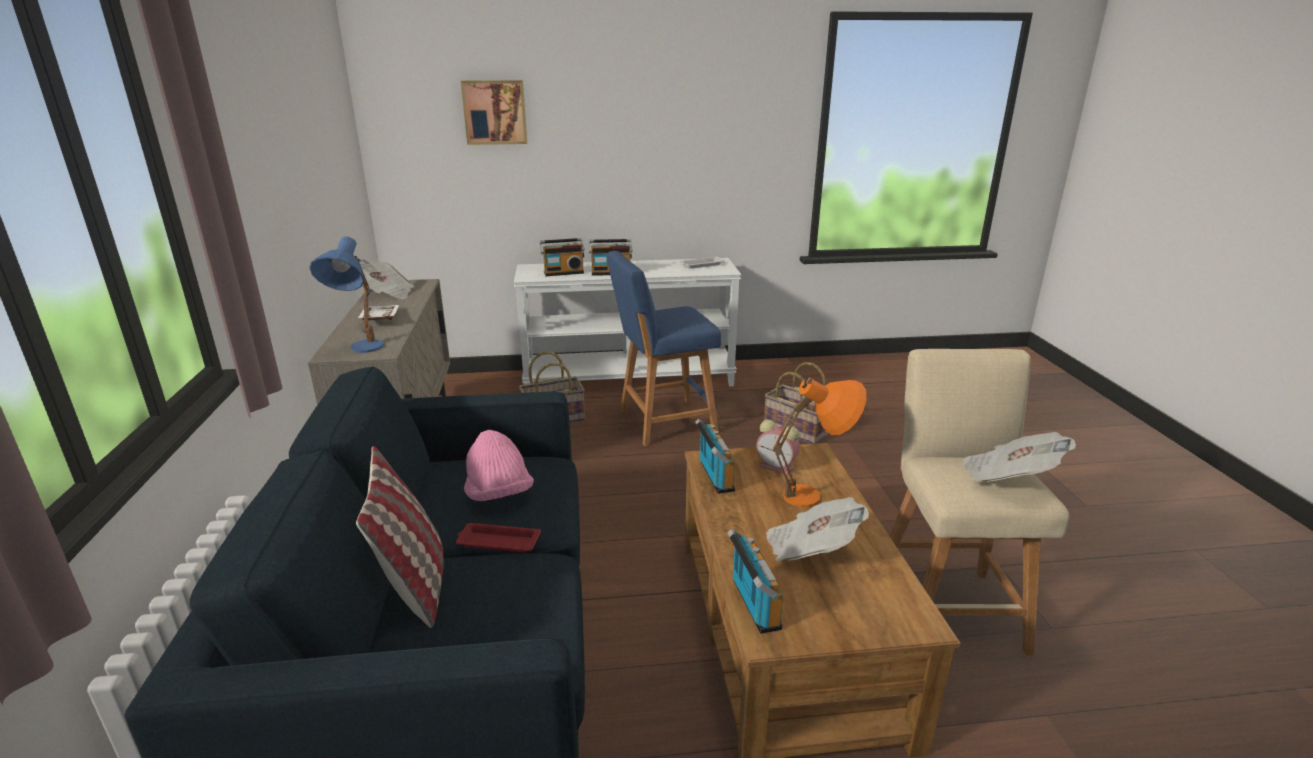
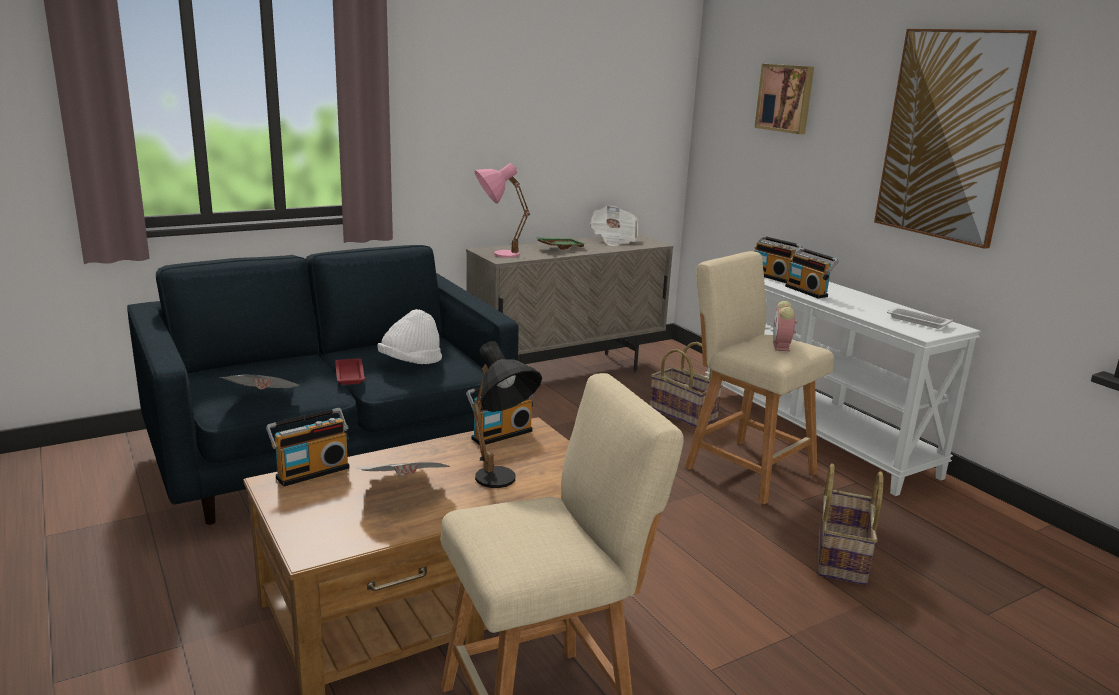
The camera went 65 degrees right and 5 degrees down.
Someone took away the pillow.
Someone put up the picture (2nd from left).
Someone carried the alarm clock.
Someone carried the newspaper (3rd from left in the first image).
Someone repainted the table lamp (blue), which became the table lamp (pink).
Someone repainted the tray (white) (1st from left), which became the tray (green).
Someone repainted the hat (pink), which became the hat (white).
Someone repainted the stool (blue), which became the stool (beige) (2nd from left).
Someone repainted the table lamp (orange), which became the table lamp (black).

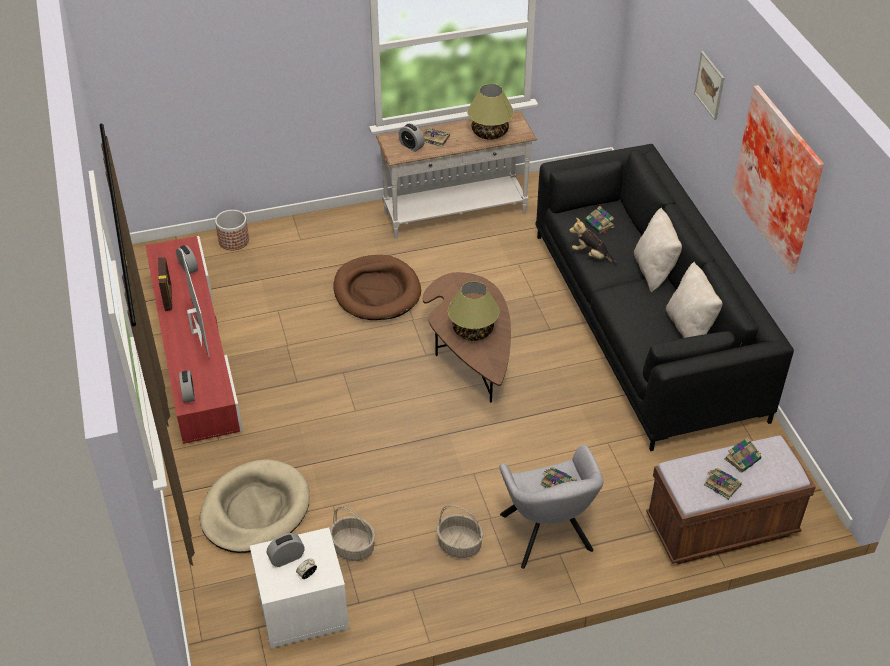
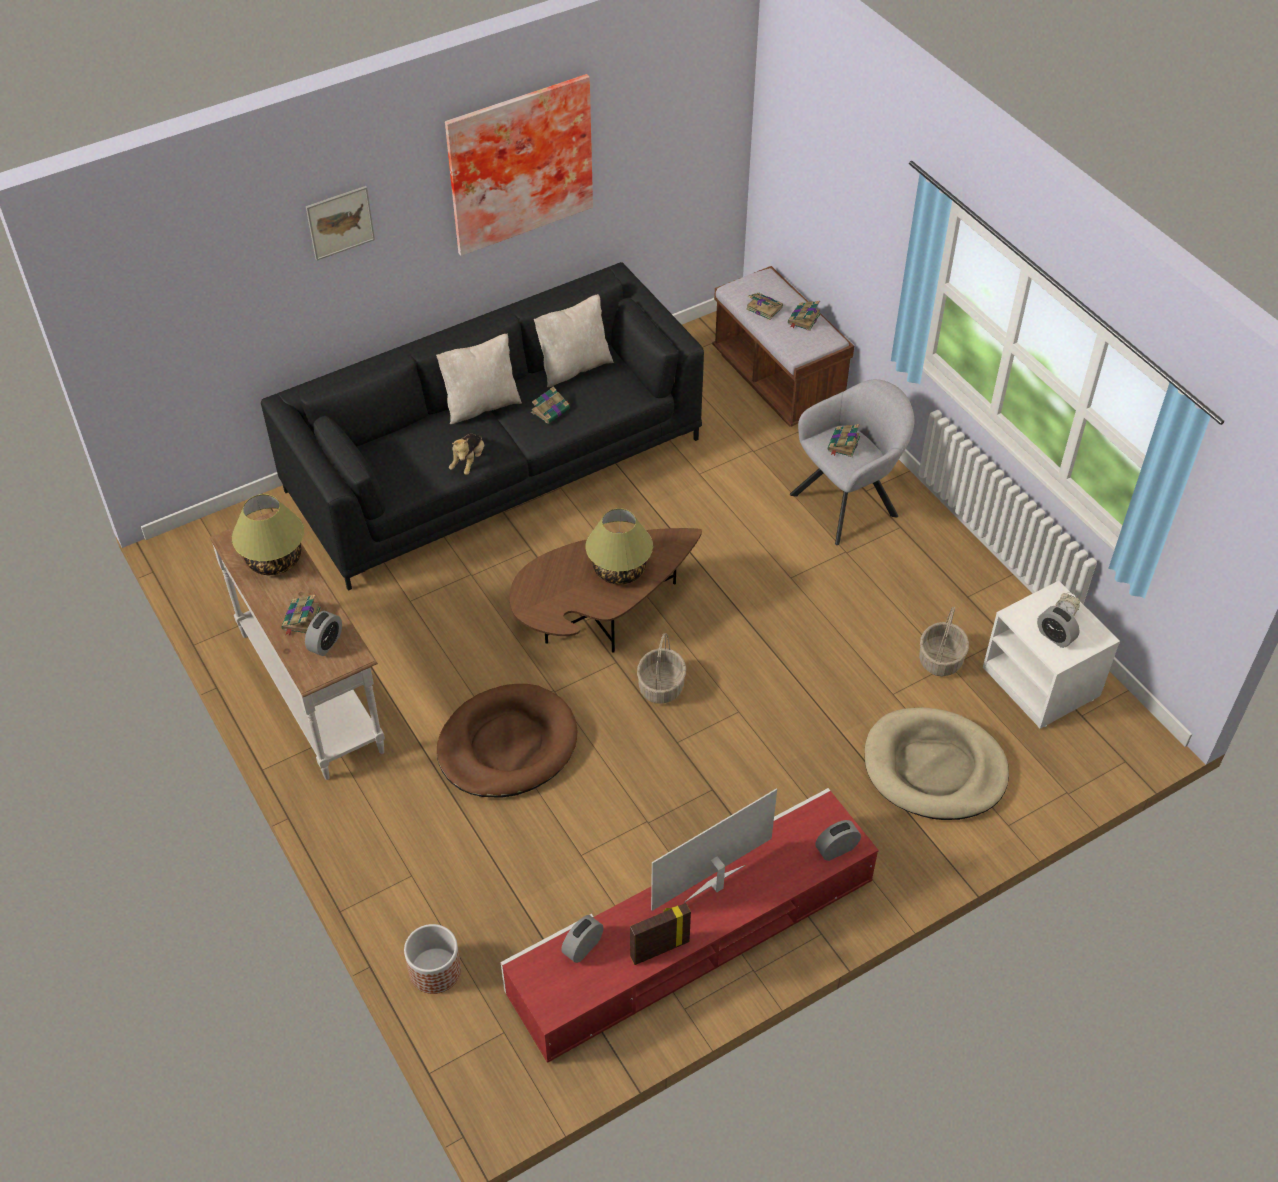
The camera went 105 degrees left and 5 degrees up.
Someone carried the basket (2nd from left in the first image).
Someone carried the book (3rd from left in the first image).

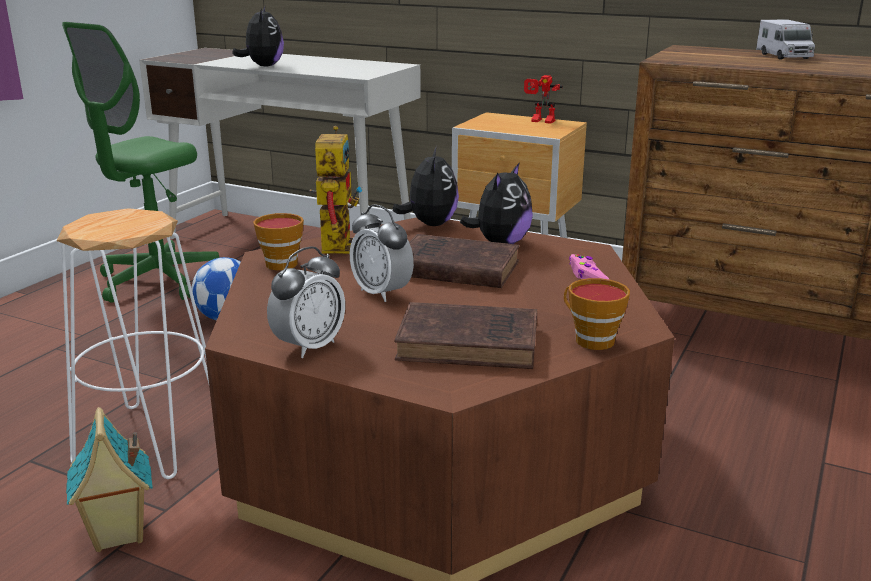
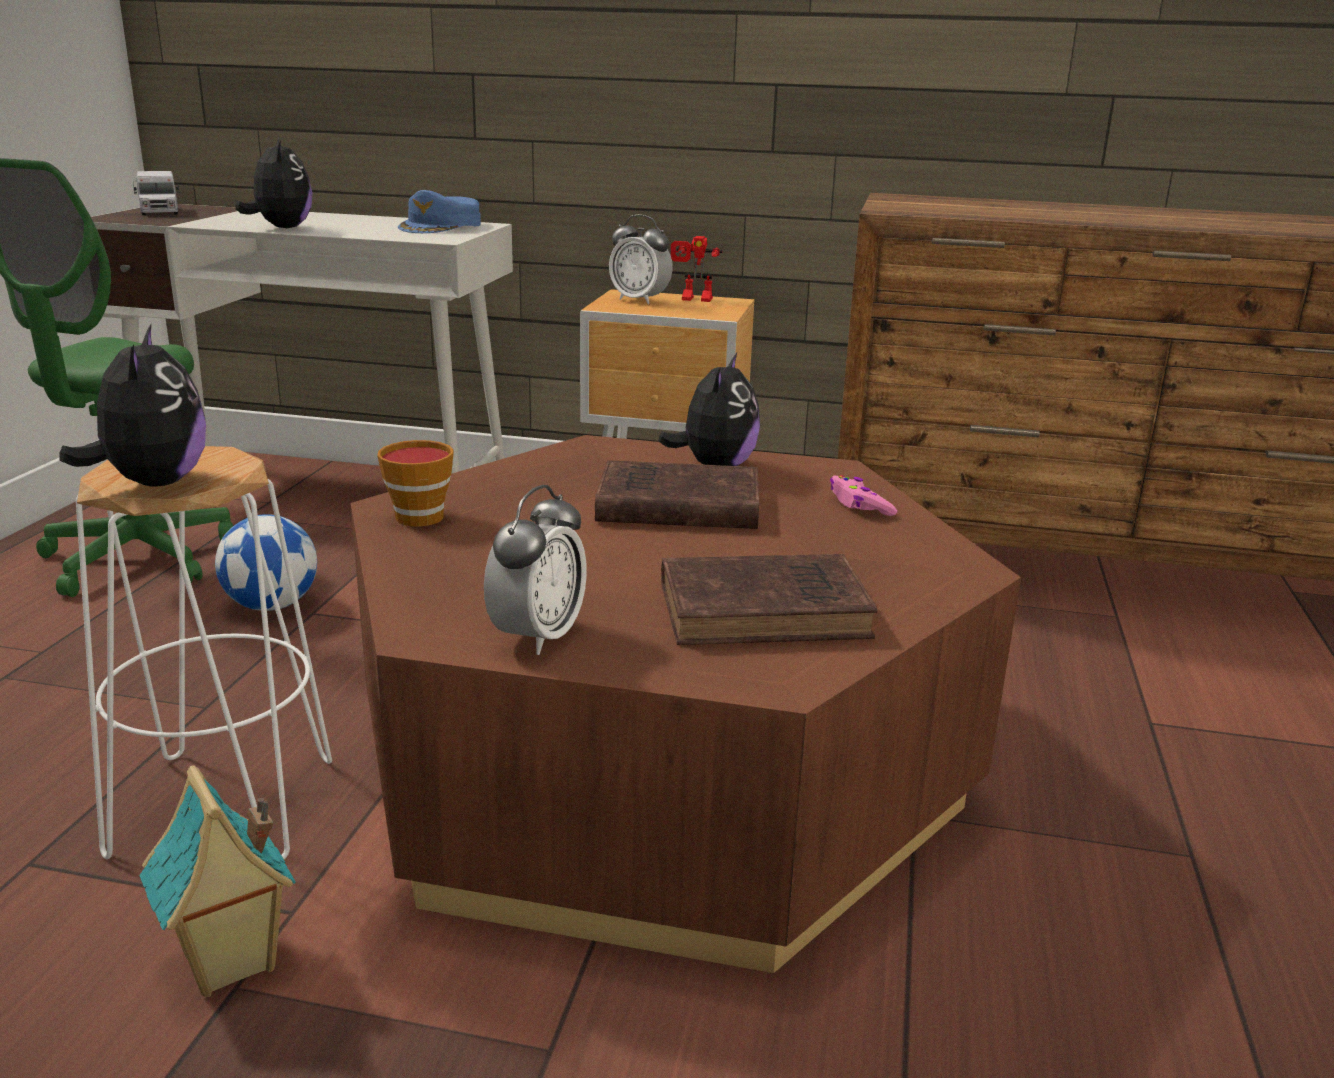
The camera went 15 degrees left and 0 degrees up.
Someone took away the toy robot (1st from left).
Someone took away the cup (2nd from left).
Someone put down the cap (blue).
Someone carried the alarm clock (2nd from left).
Someone carried the plush toy (2nd from left in the first image).
Someone carried the toy truck.

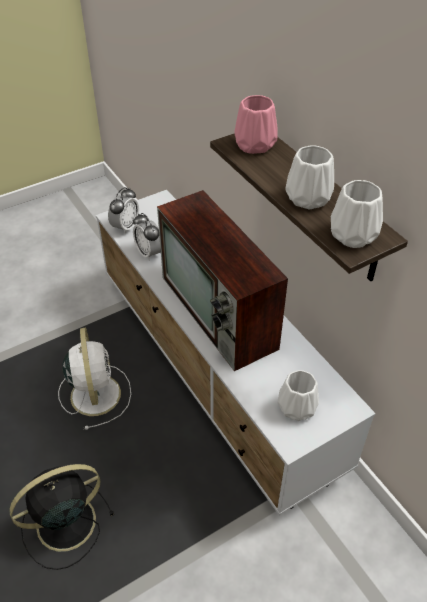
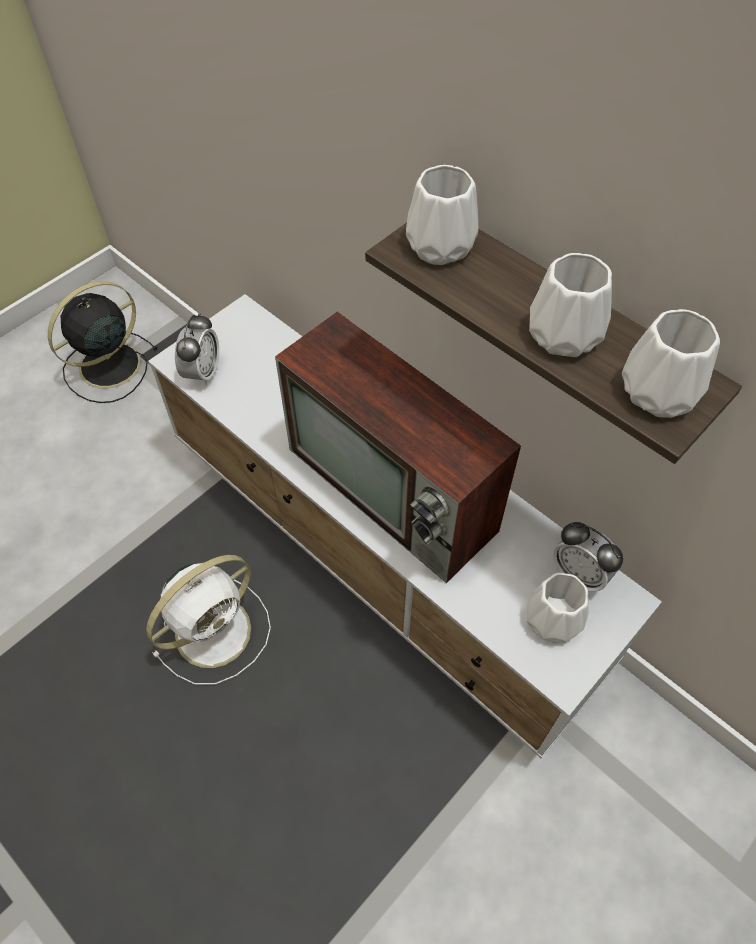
The camera went 15 degrees left and 10 degrees up.
Someone carried the fan (black).
Someone carried the alarm clock (2nd from left).
Someone repainted the vase (pink), which became the vase (white) (1st from left).
Someone rotated the fan (white) by 75 degrees clockwise.

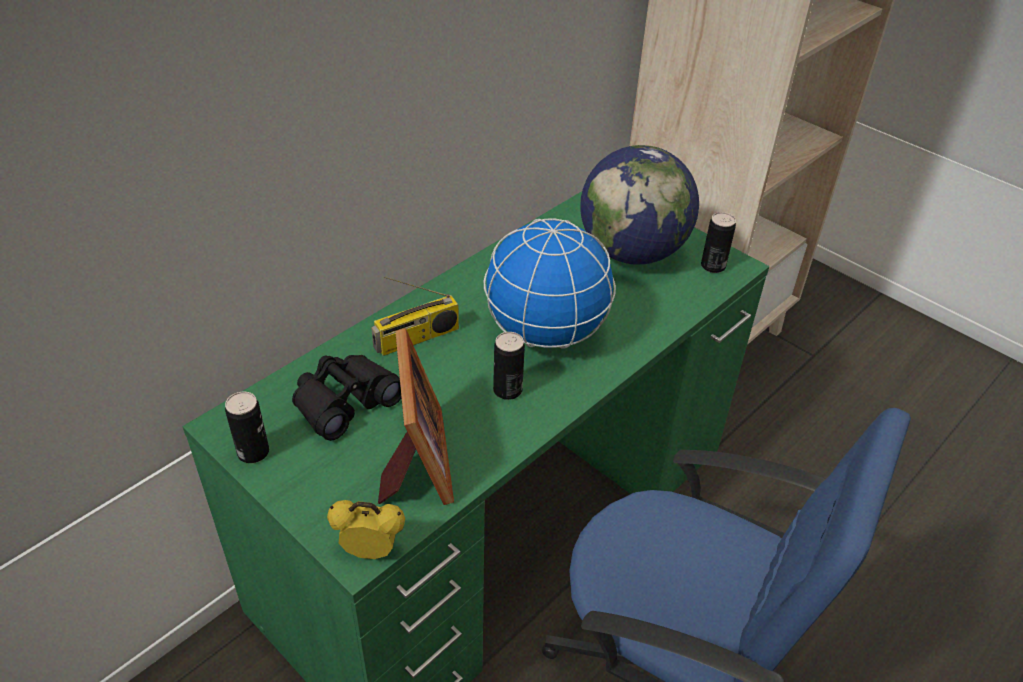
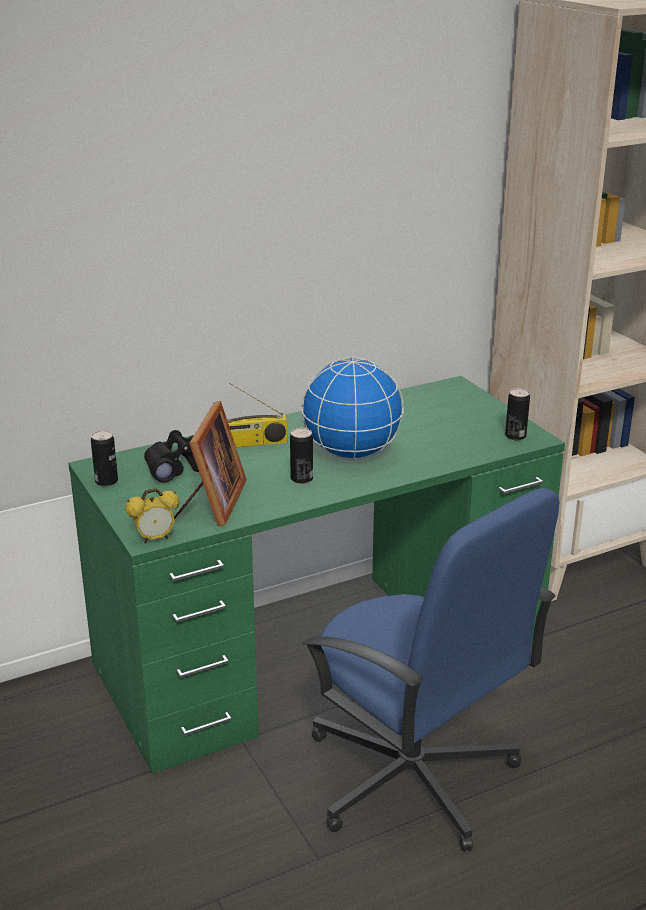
The camera went 20 degrees right and 15 degrees down.
Someone took away the globe (2nd from left).
Someone rotated the alarm clock by 135 degrees clockwise.

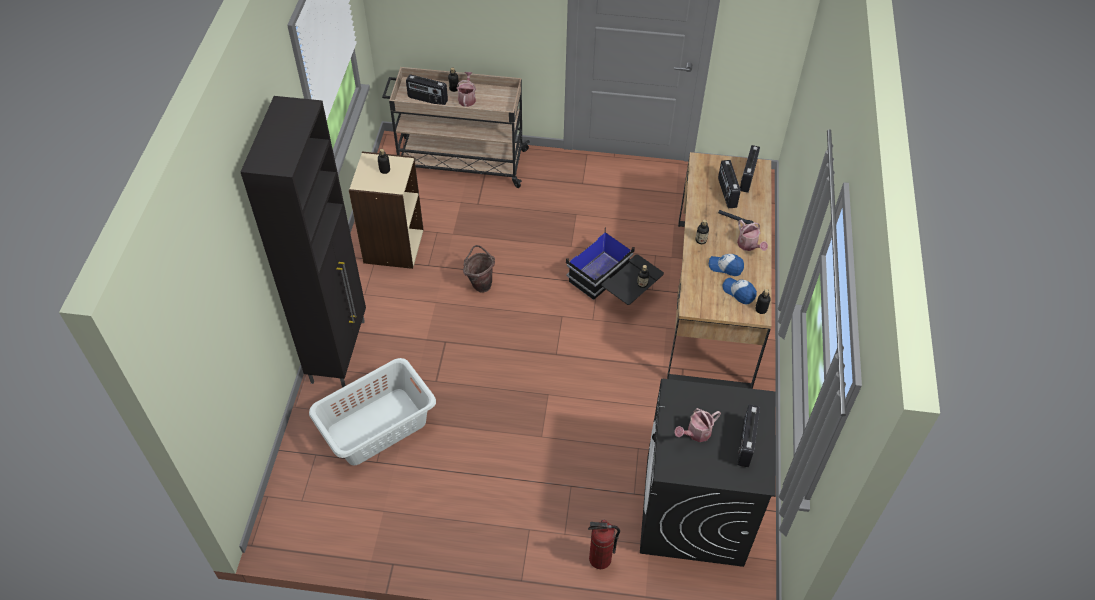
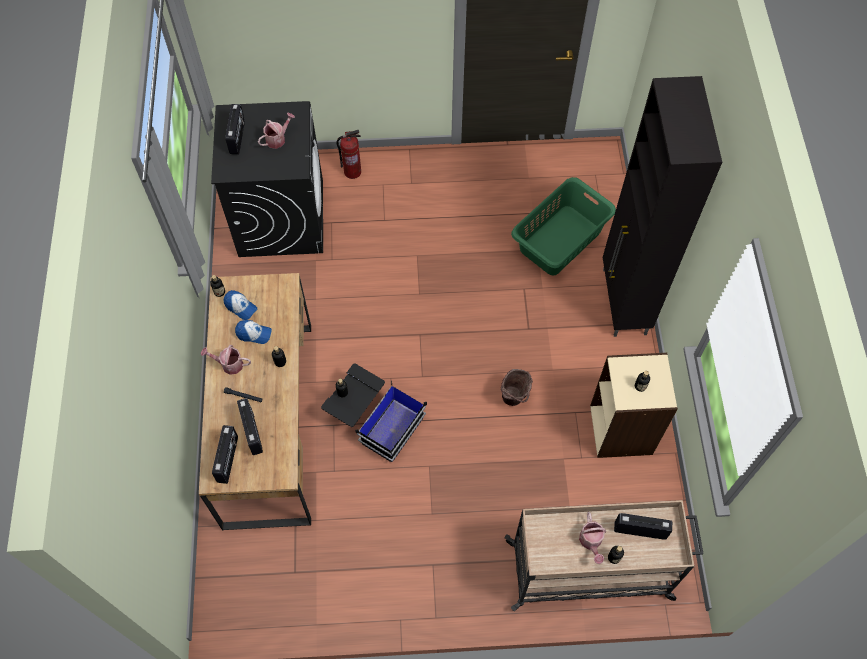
The camera went 170 degrees right and 10 degrees up.
Someone repainted the laundry basket (white), which became the laundry basket (green).
Someone rotated the watering can (3rd from left in the first image) by 45 degrees counterclockwise.

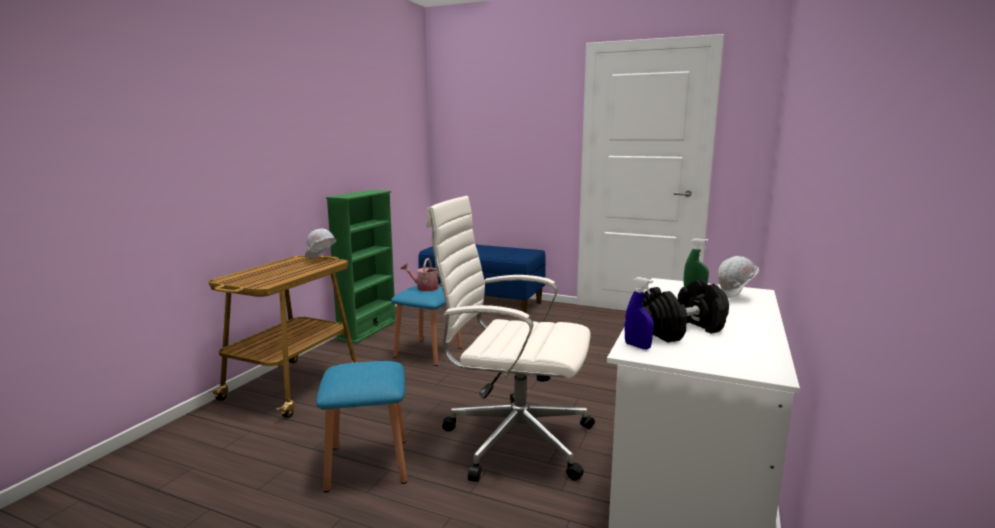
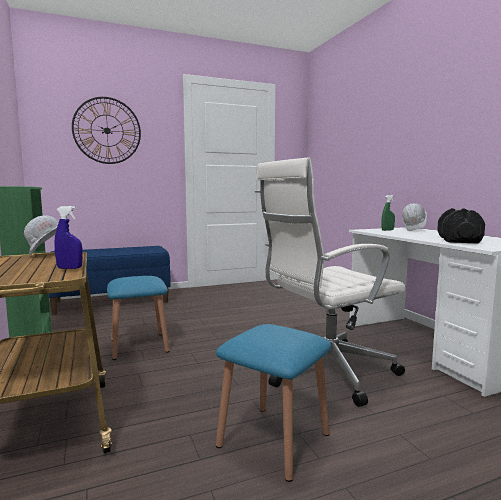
The camera went 45 degrees left and 5 degrees down.
Someone took away the watering can.
Someone put up the wall clock.
Someone carried the spray bottle (blue).

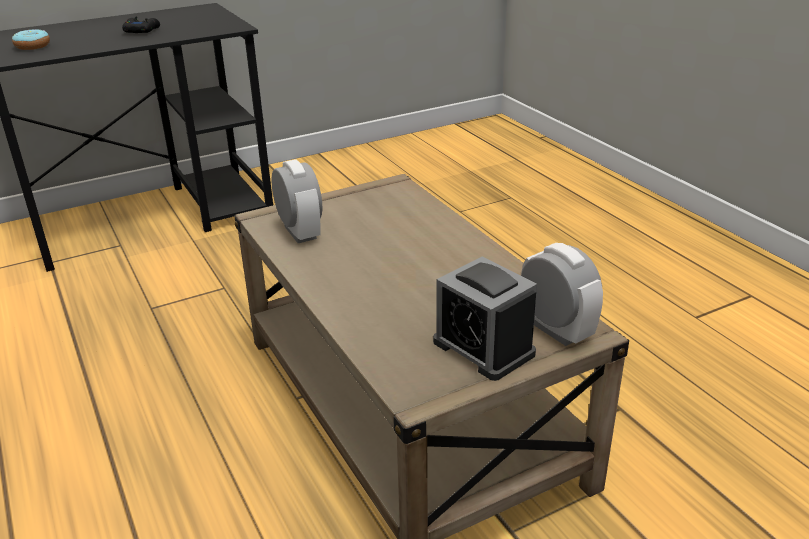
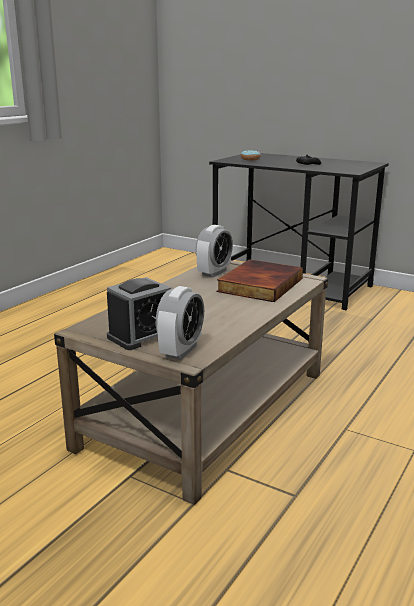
The camera went 60 degrees right and 10 degrees down.
Someone put down the book.
Someone rotated the alarm clock (2nd from left in the first image) by 150 degrees counterclockwise.

